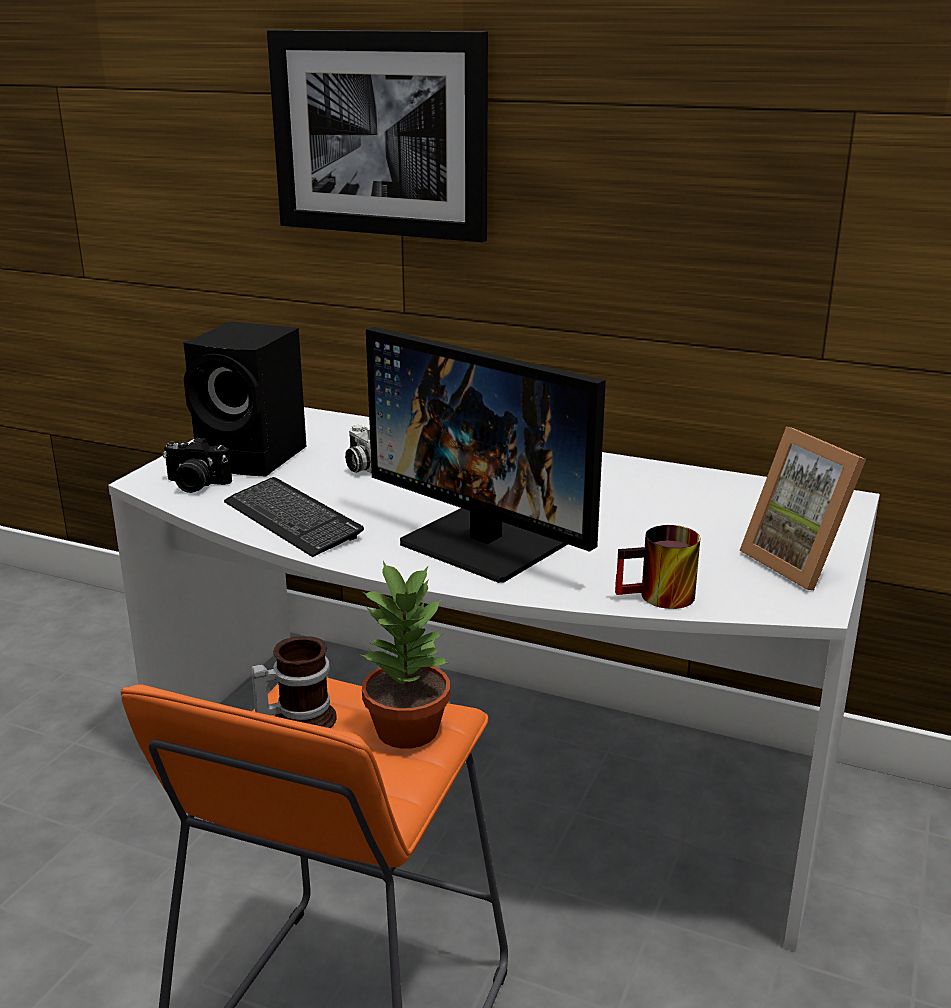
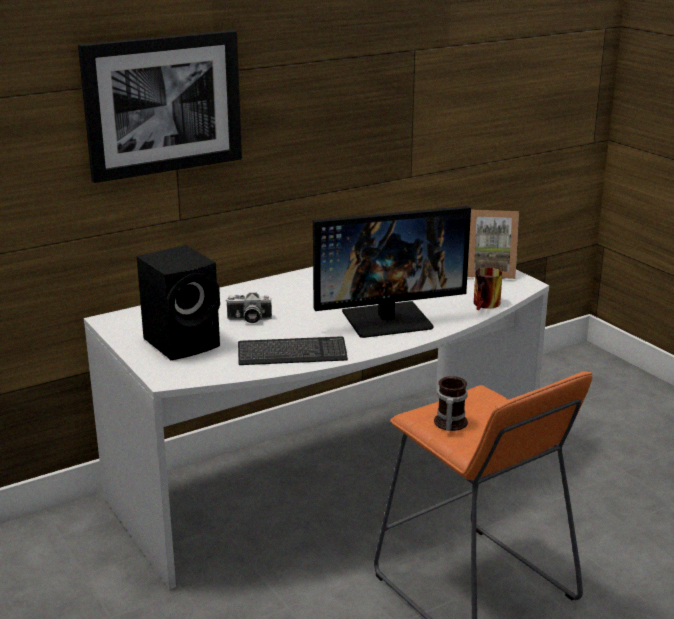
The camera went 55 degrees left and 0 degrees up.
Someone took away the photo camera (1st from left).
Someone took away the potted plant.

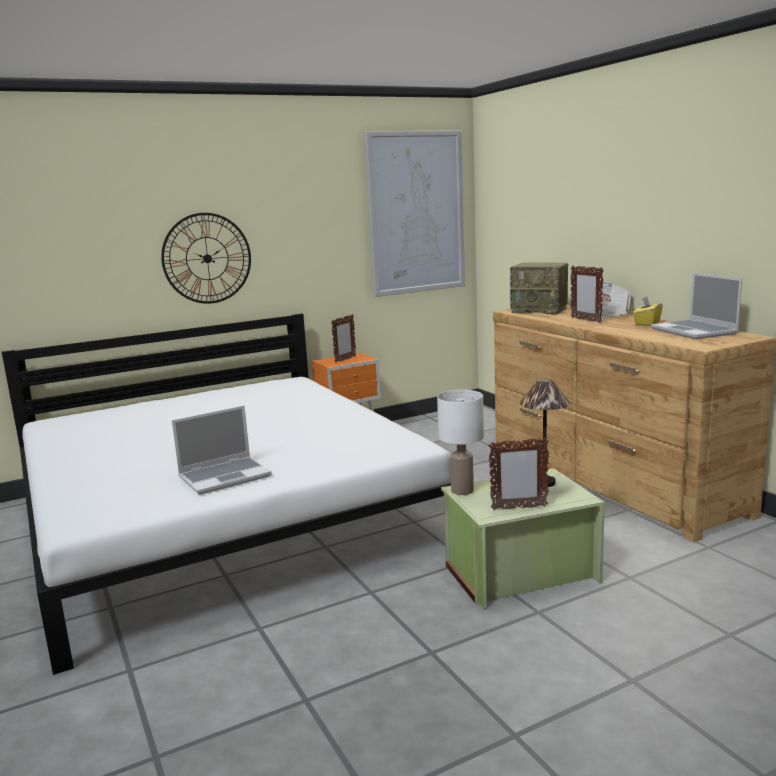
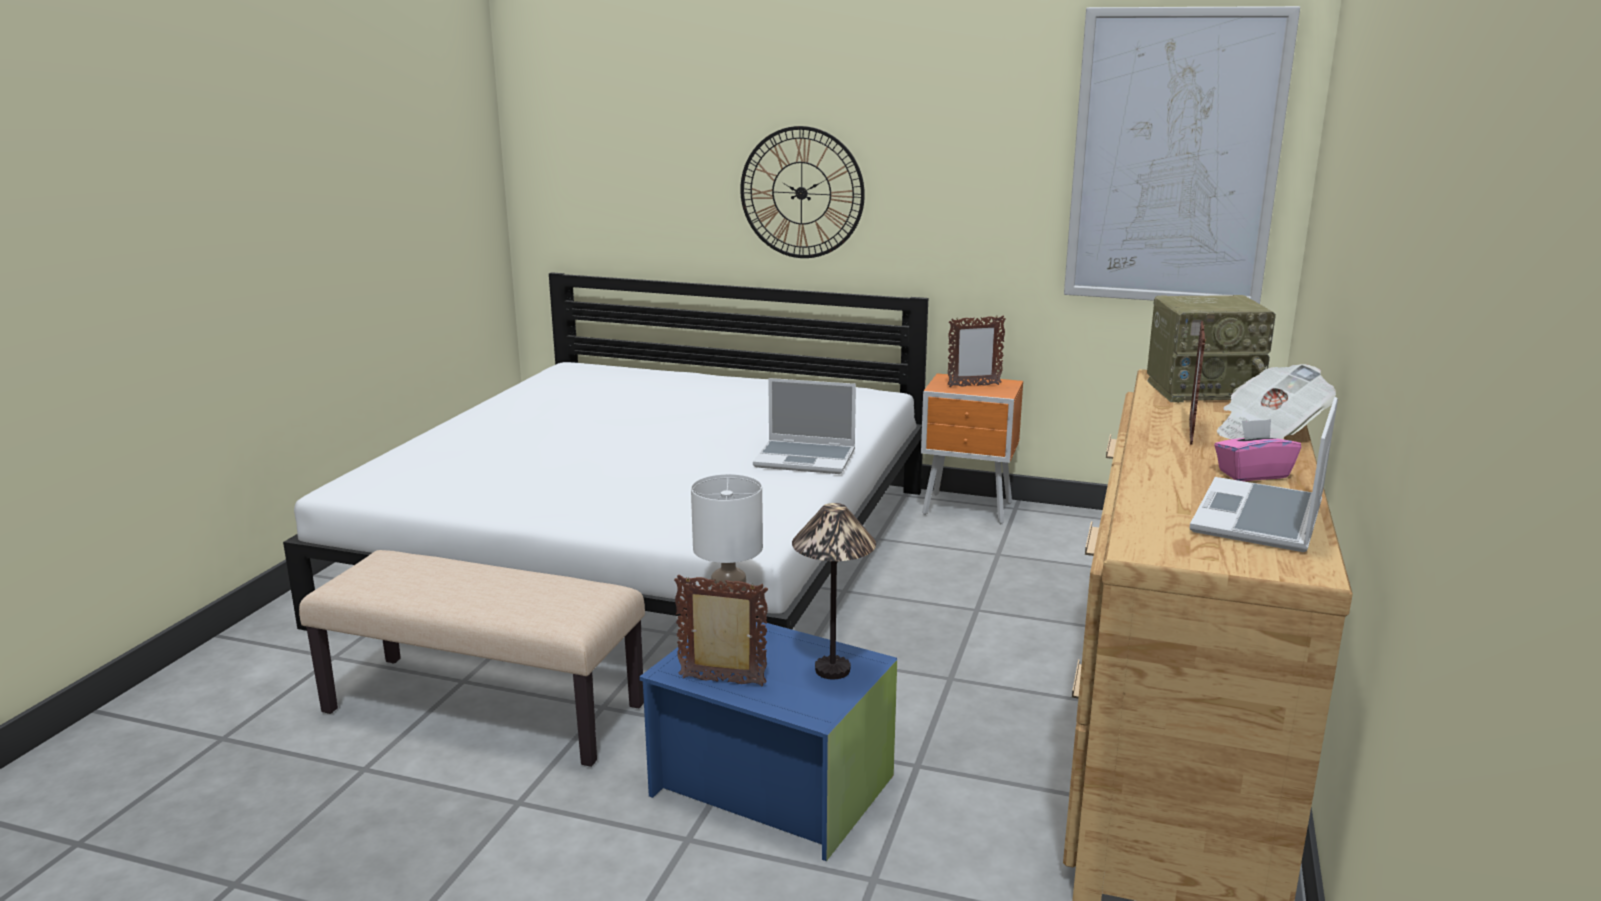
The camera went 45 degrees right and 5 degrees up.
Someone put down the bench (beige).
Someone carried the laptop (1st from left).
Someone repainted the storage box (green), which became the storage box (blue).
Someone repainted the tissue box (yellow), which became the tissue box (pink).
Someone rotated the picture frame (2nd from left in the first image) by 150 degrees clockwise.
Someone rotated the radio by 75 degrees counterclockwise.

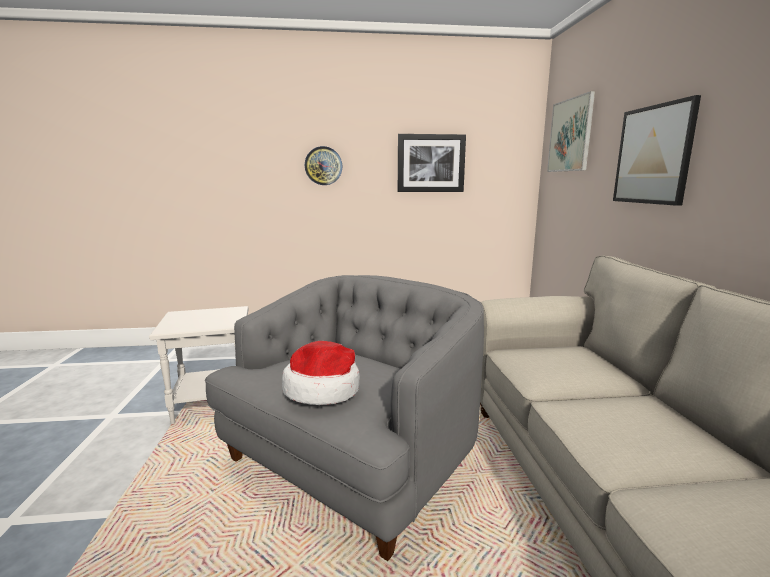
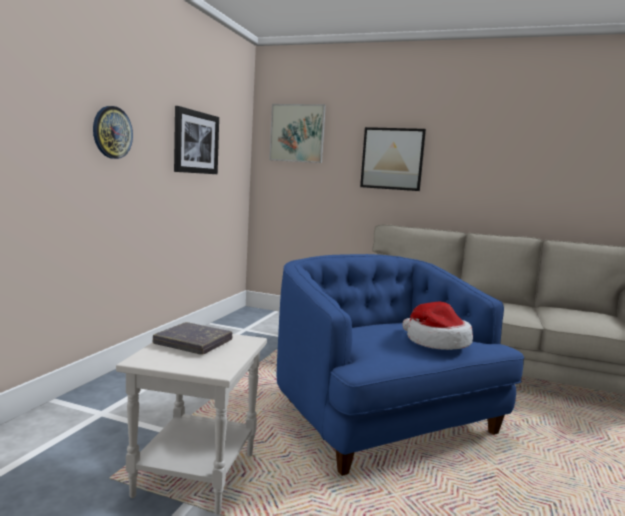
The camera went 65 degrees left and 5 degrees down.
Someone put down the book (grey).
Someone repainted the armchair (grey), which became the armchair (blue).

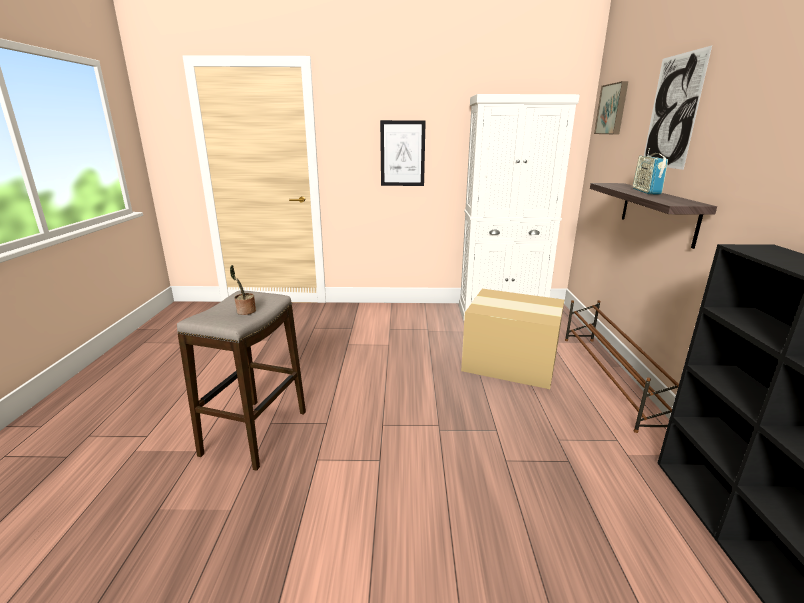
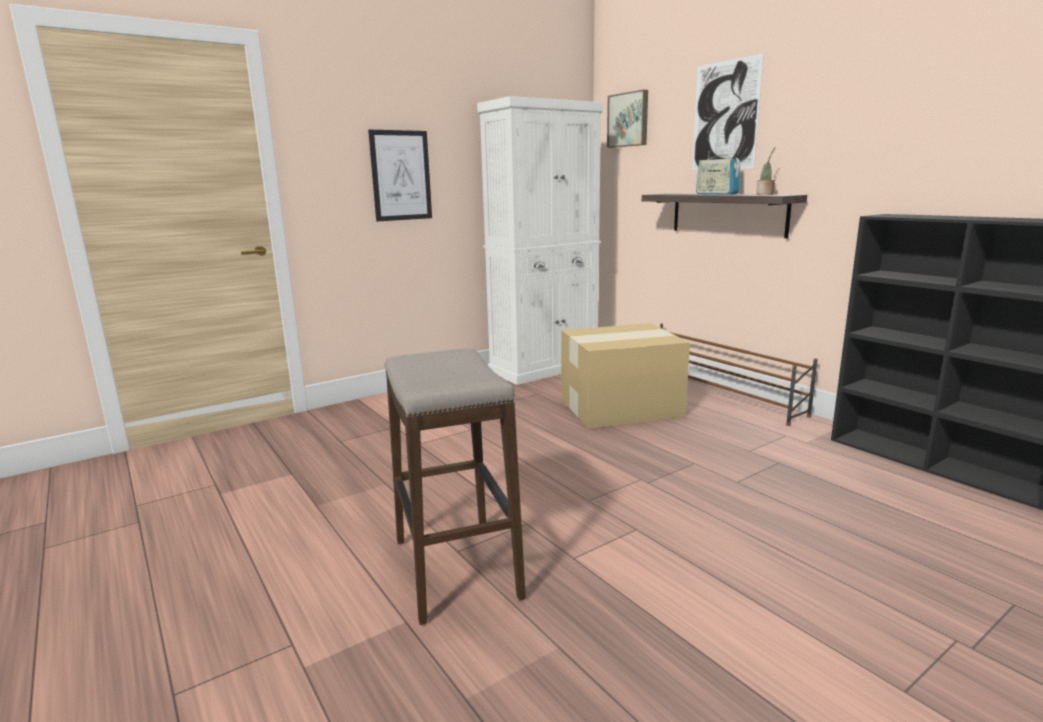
The camera went 35 degrees left and 5 degrees down.
Someone carried the potted plant.

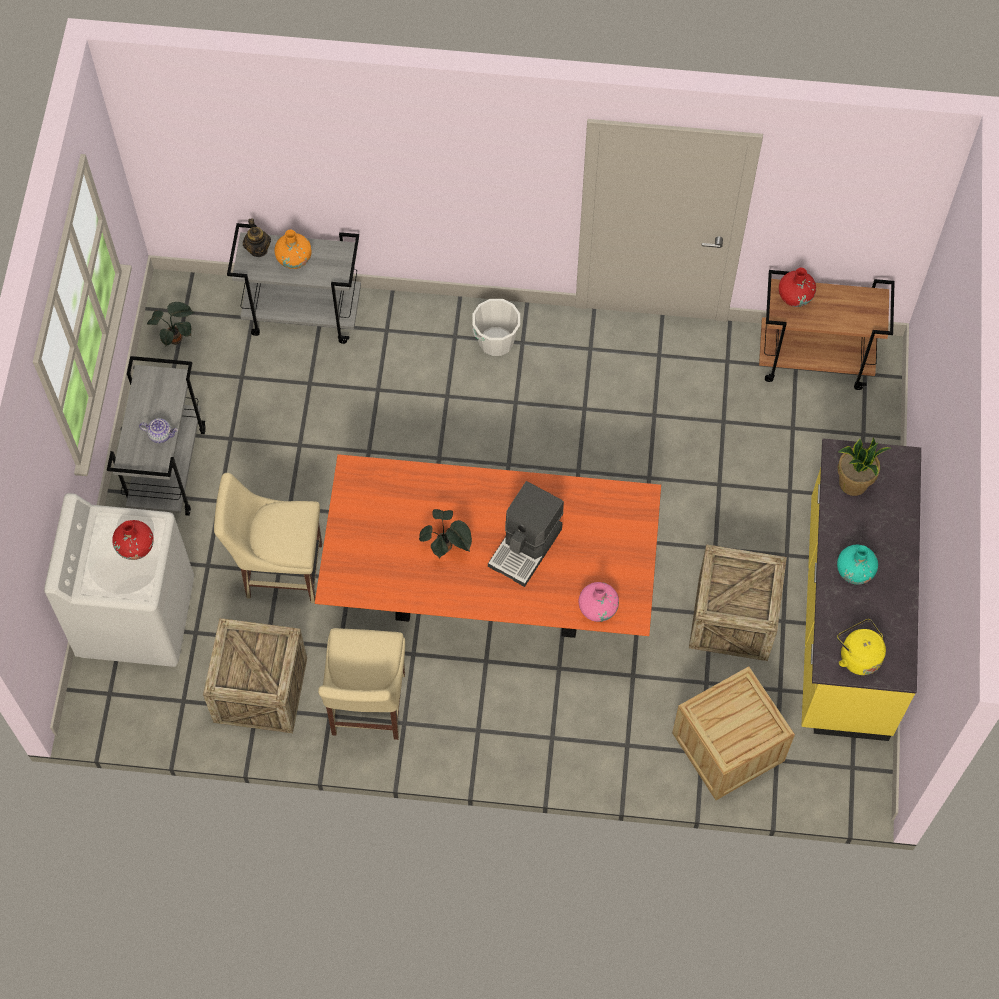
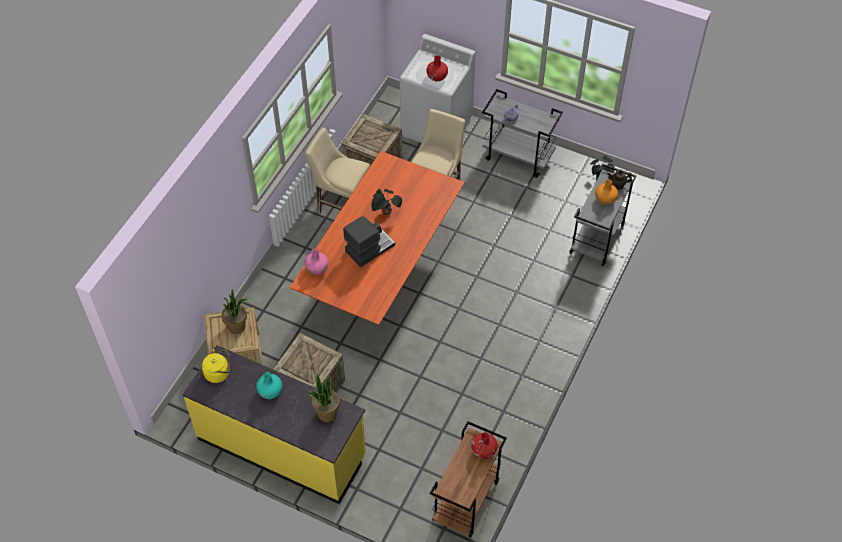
The camera went 110 degrees right and 10 degrees down.
Someone took away the bucket (white).
Someone put down the potted plant (1st from left).
Someone rotated the coffee machine by 90 degrees clockwise.

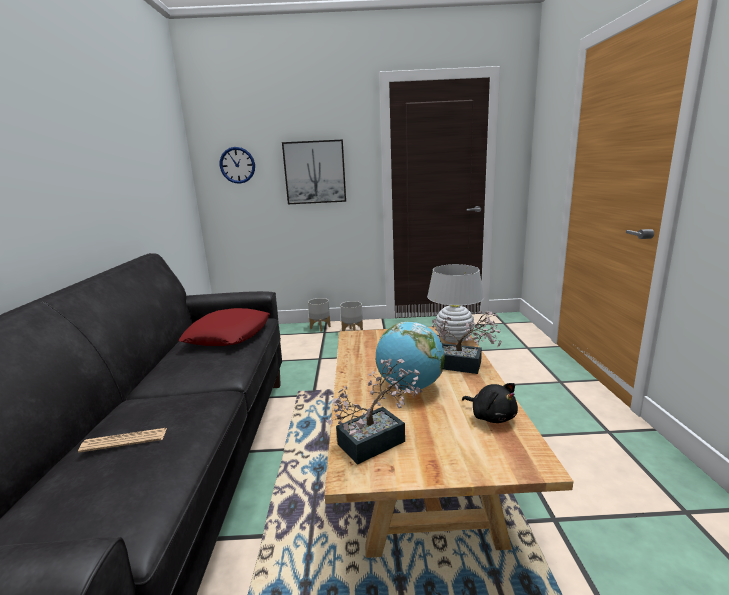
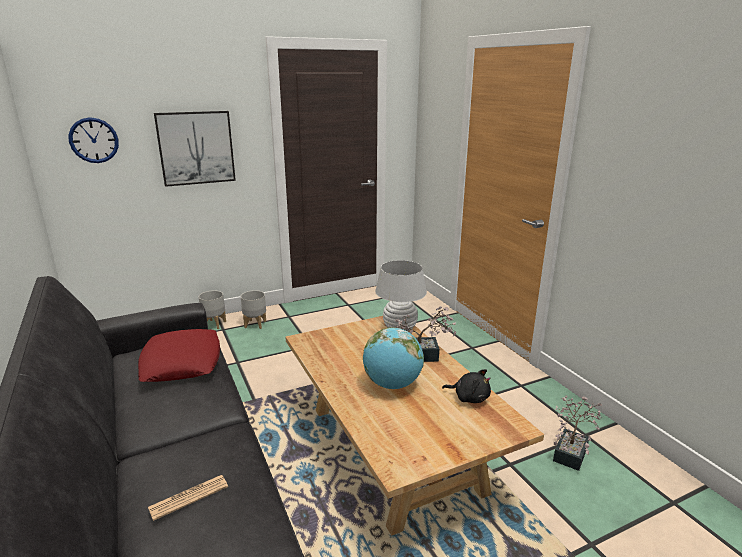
The camera went 25 degrees left and 5 degrees up.
Someone carried the potted plant (1st from left in the first image).

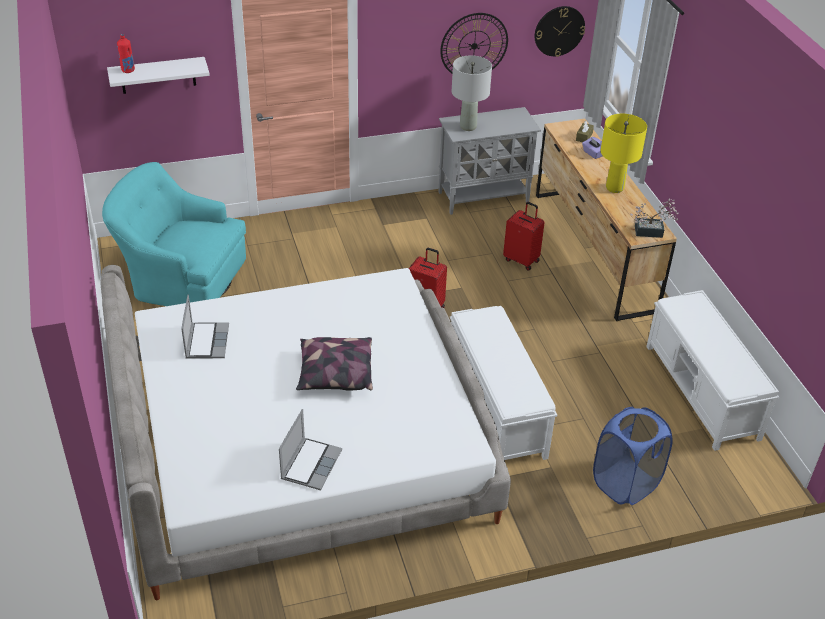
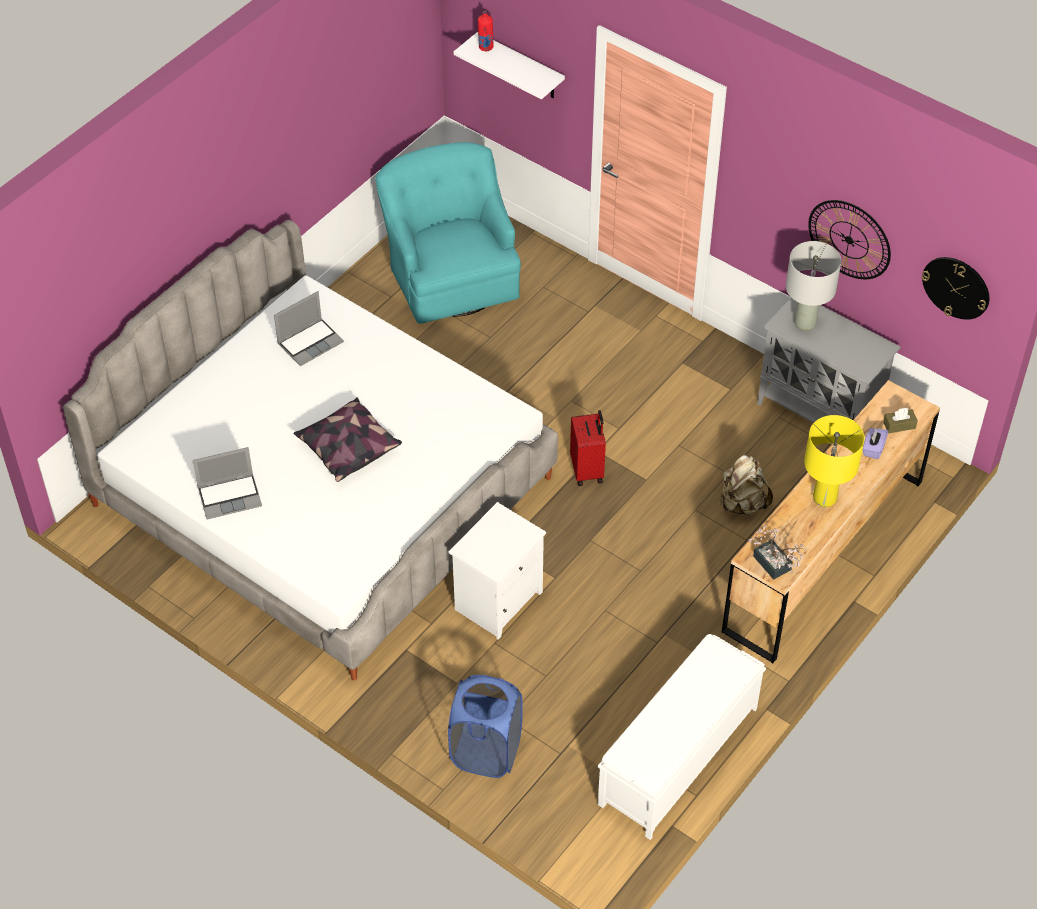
The camera went 55 degrees right and 10 degrees up.
Someone swapped the bench (white) (1st from left) for the nightstand (white).
Someone swapped the suitcase (red) (2nd from left) for the backpack (beige).

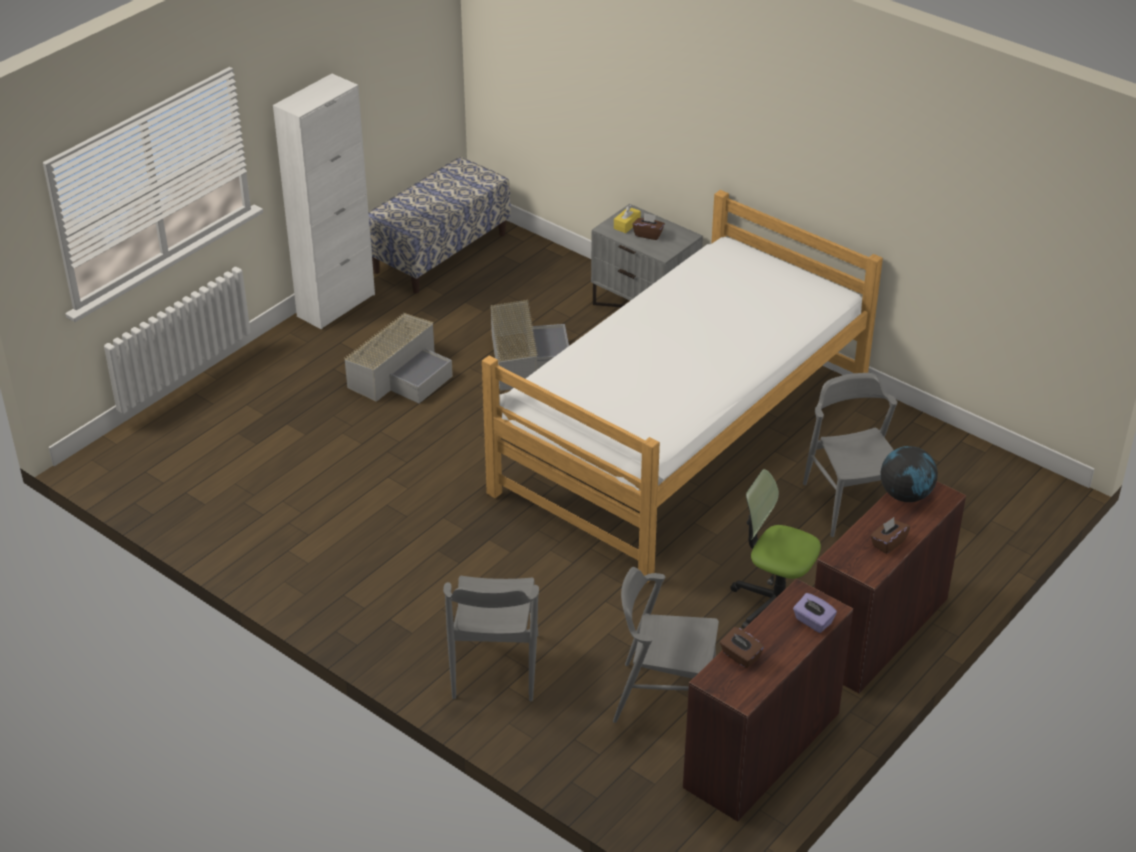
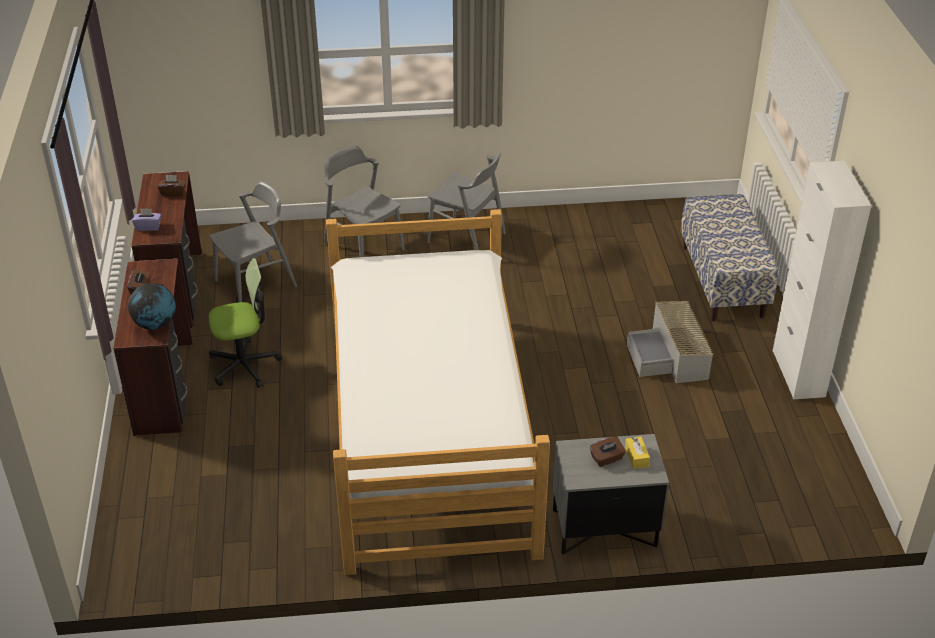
The camera went 135 degrees right and 0 degrees up.
Someone took away the storage box (grey) (2nd from left).
Someone carried the bench.
Someone carried the chair (grey) (3rd from left).

